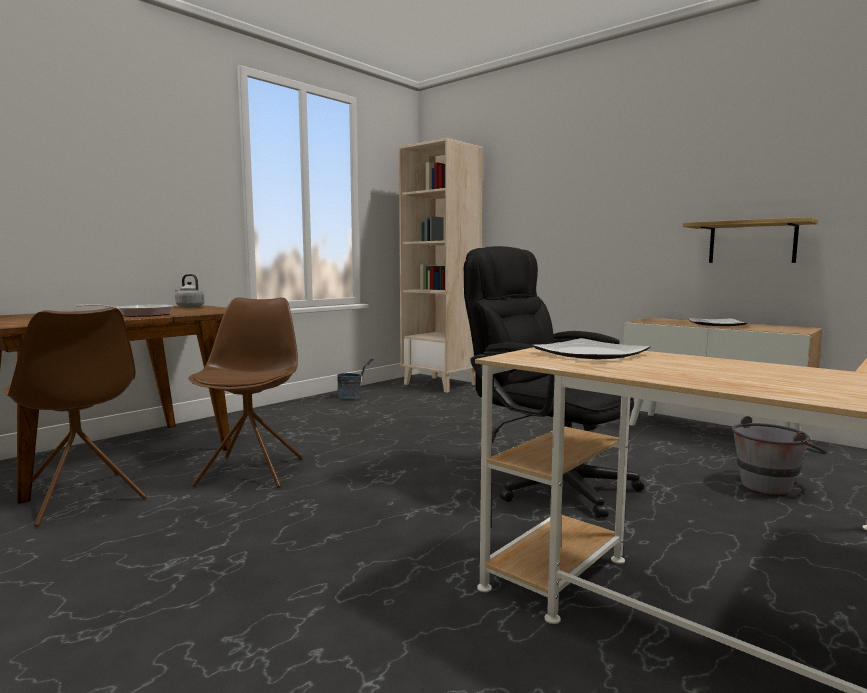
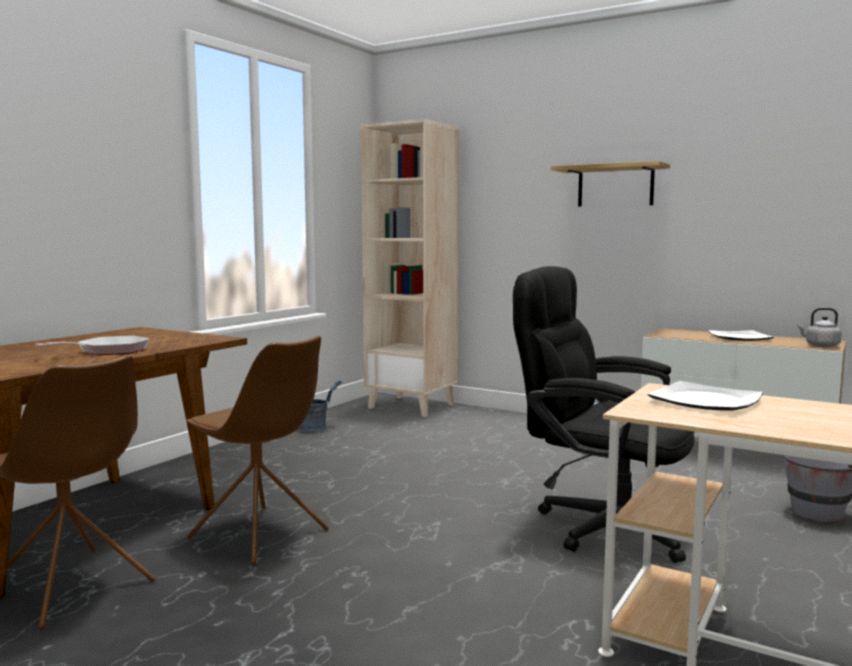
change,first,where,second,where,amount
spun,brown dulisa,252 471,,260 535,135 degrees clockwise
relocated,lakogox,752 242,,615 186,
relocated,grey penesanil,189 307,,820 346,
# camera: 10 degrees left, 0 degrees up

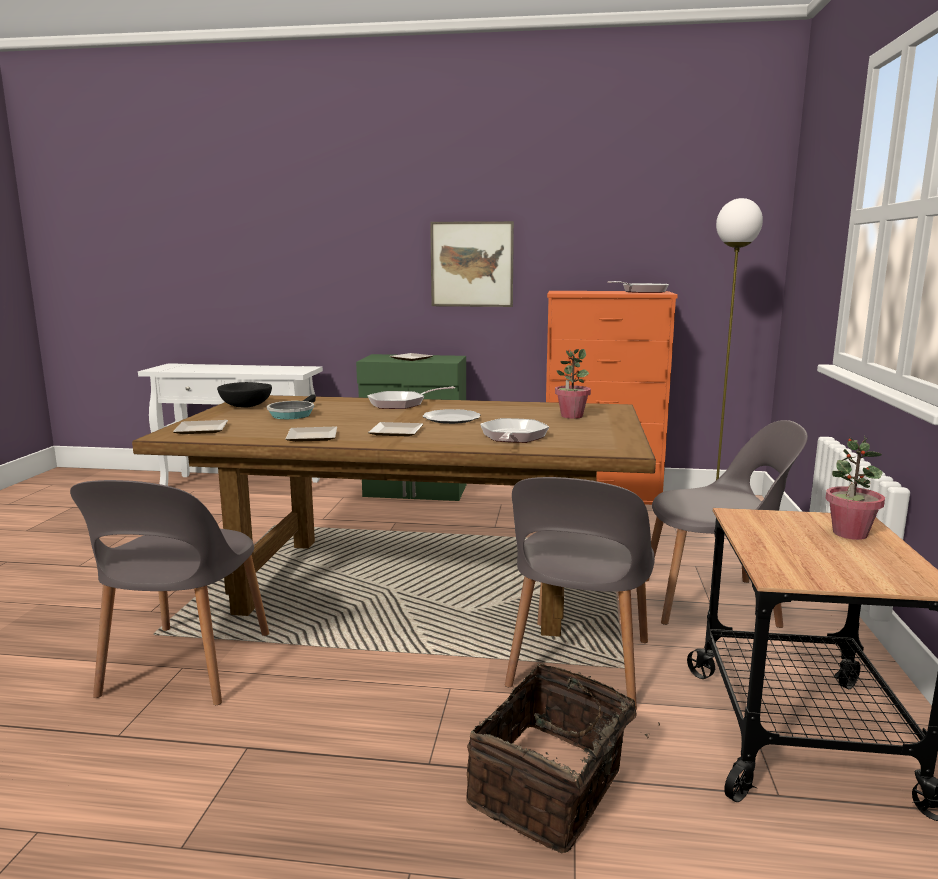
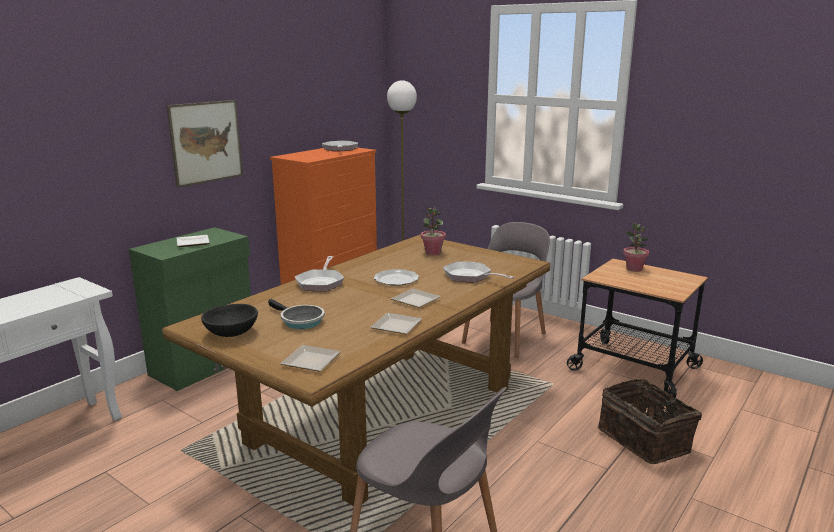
change,first,where,second,where,amount
missing,grey dulisa,579 665,,,
# camera: 60 degrees left, 5 degrees up

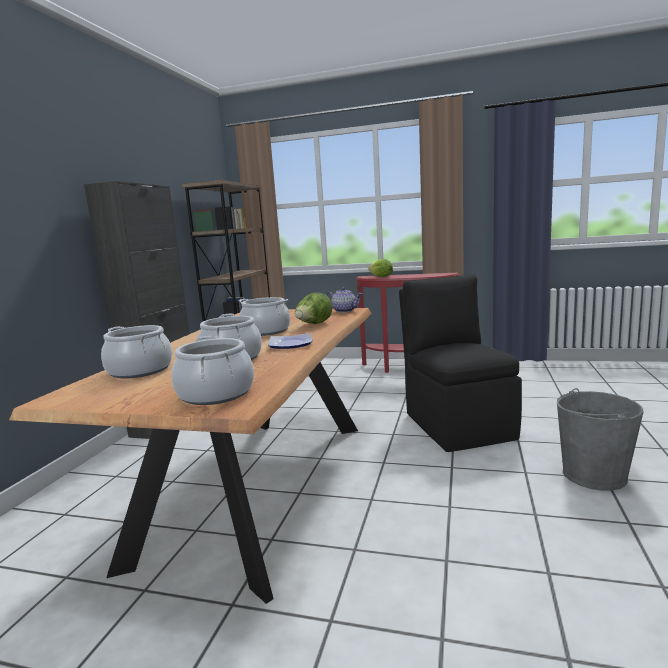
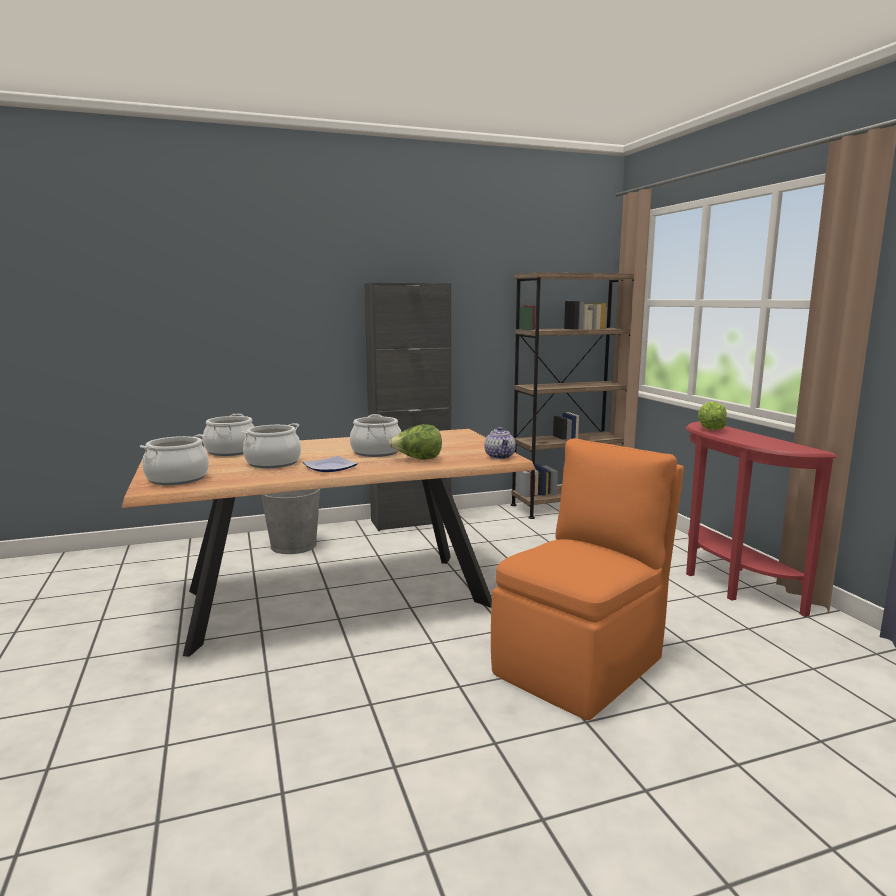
change,first,where,second,where,amount
relocated,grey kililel,593 475,,293 545,
colour,black dulisa,457 424,orange dulisa,582 664,
# camera: 55 degrees right, 0 degrees up

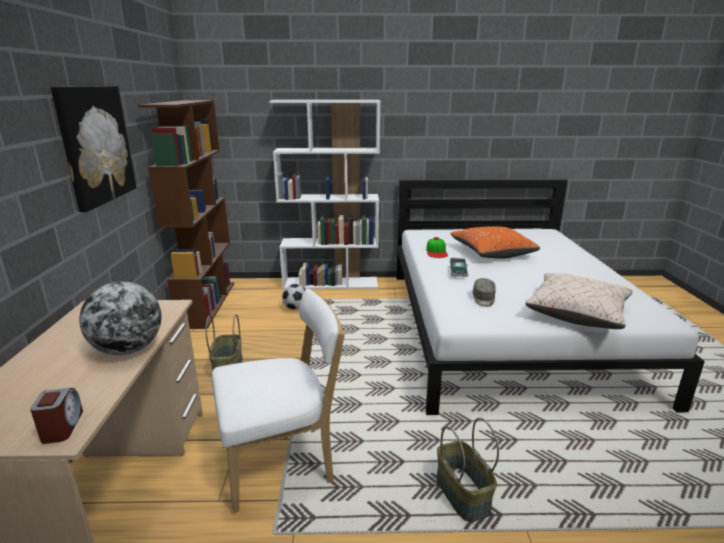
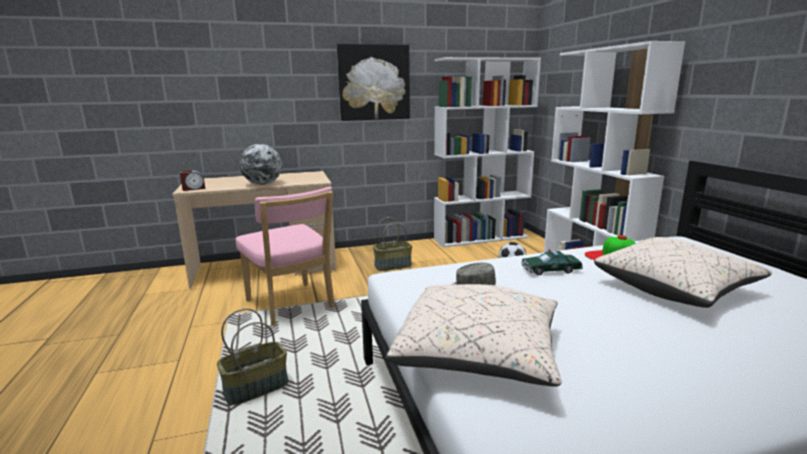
change,first,where,second,where,amount
colour,white dulisa,282 462,pink dulisa,291 305,
colour,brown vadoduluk,207 303,white vadoduluk,481 238,
colour,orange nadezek,491 253,beige nadezek,675 289,
# camera: 75 degrees right, 5 degrees down

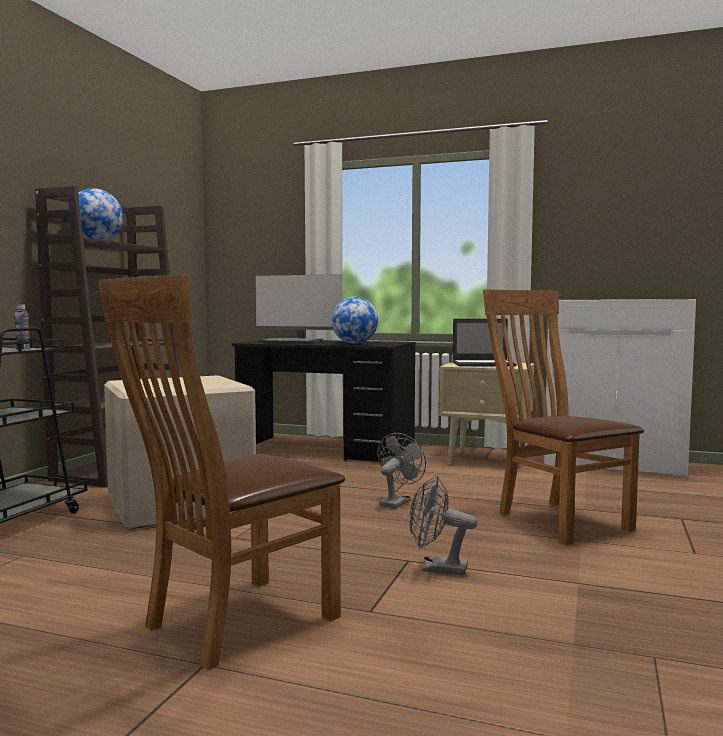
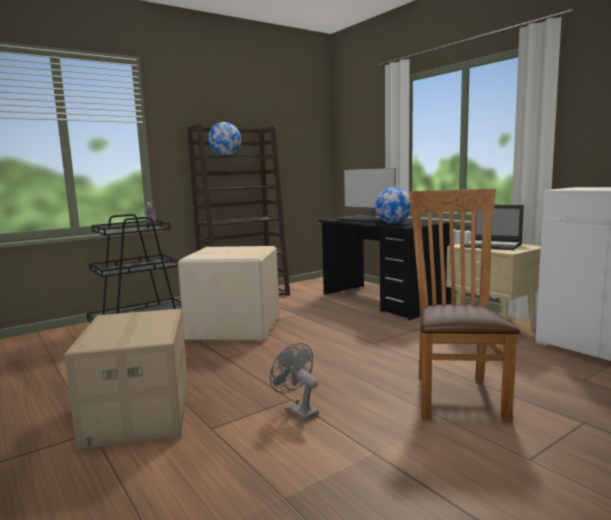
change,first,where,second,where,amount
exchanged,brown dulisa,231 624,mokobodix,138 413,
missing,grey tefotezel,397 502,,,
# camera: 35 degrees right, 5 degrees up

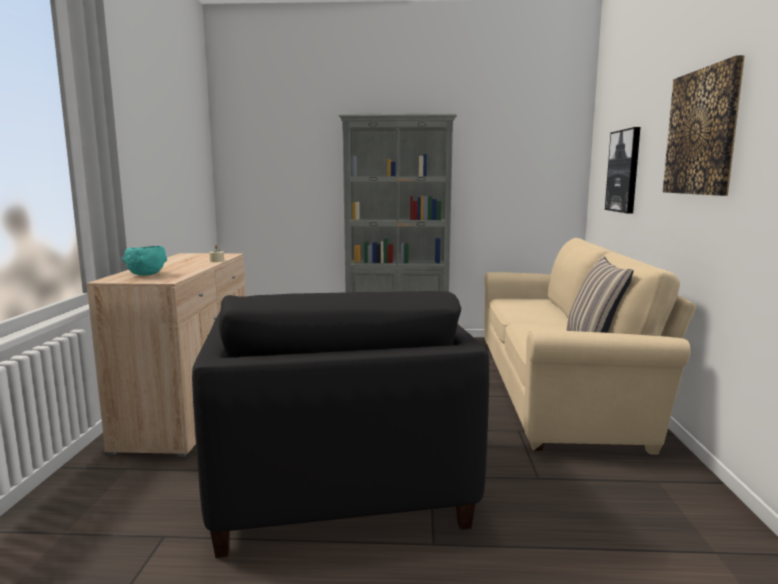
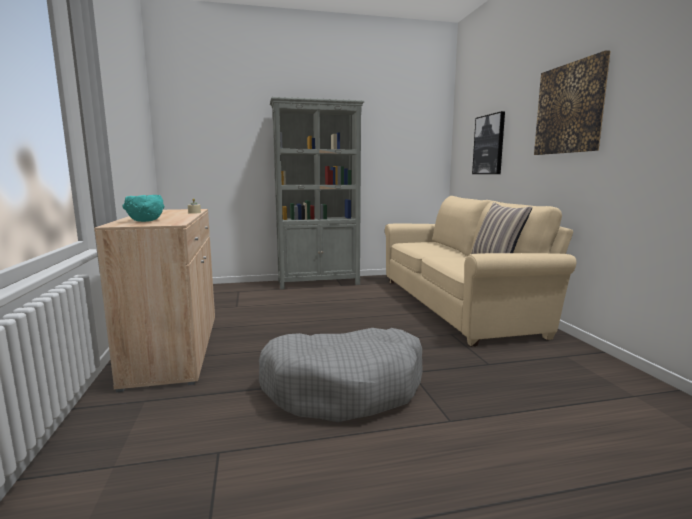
change,first,where,second,where,amount
exchanged,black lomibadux,338 483,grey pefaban,344 387,
# camera: 15 degrees left, 0 degrees up

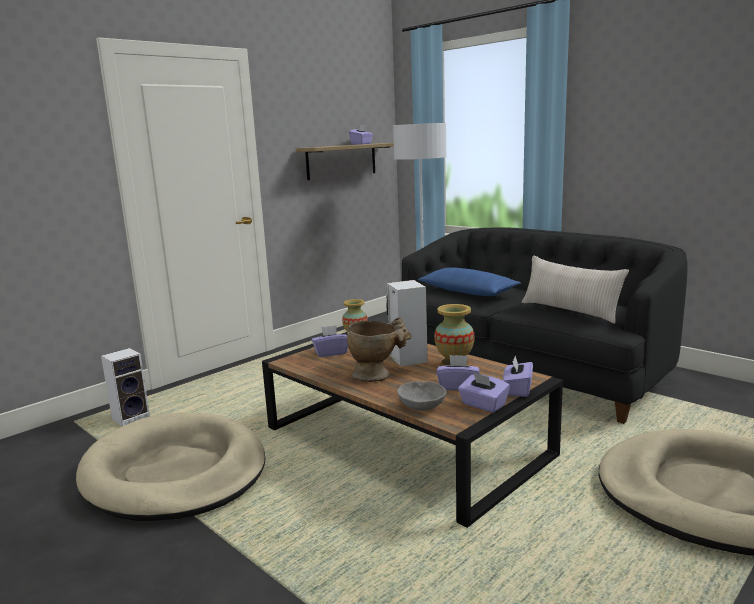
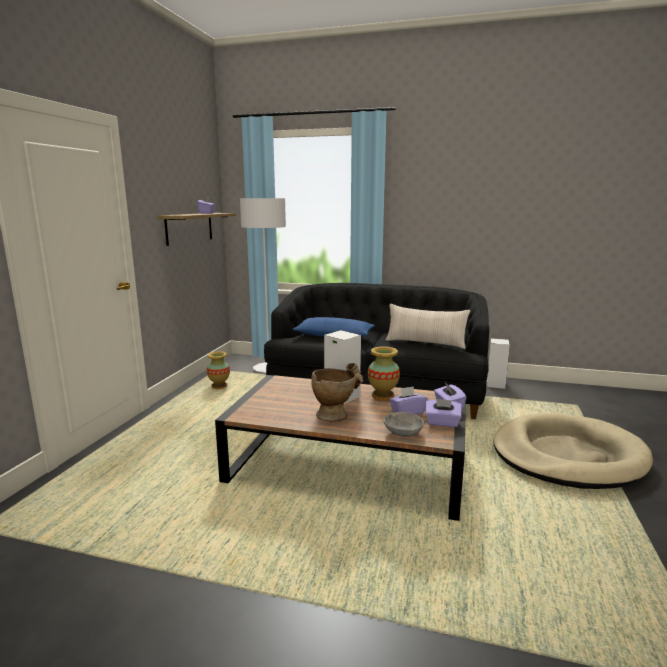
change,first,where,second,where,amount
relocated,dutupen,132 418,,495 384,
missing,beige pefaban,175 472,,,
missing,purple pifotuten,331 353,,,
# camera: 30 degrees left, 0 degrees up

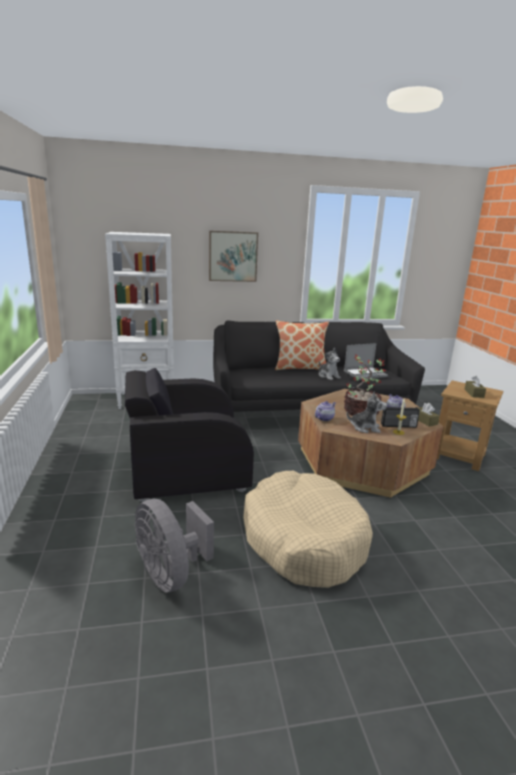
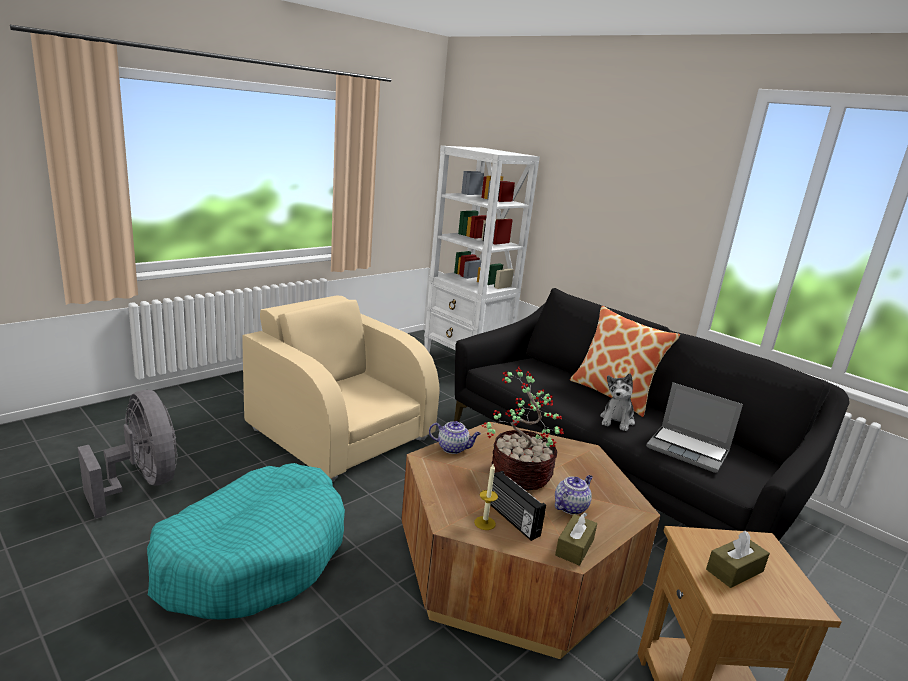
change,first,where,second,where,amount
spun,grey tefotezel,171 574,,142 484,120 degrees clockwise
colour,beige pefaban,303 539,turquoise pefaban,253 556,
colour,black lomibadux,186 469,beige lomibadux,340 433,
missing,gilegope,233 256,,,
missing,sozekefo,365 428,,,
# camera: 55 degrees right, 0 degrees up

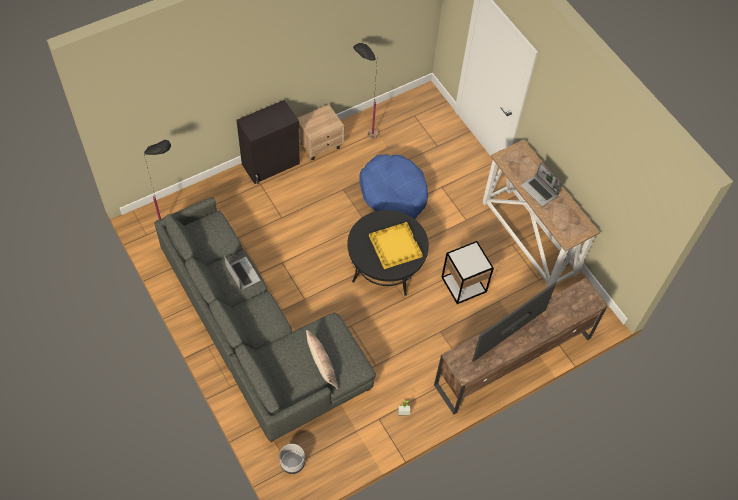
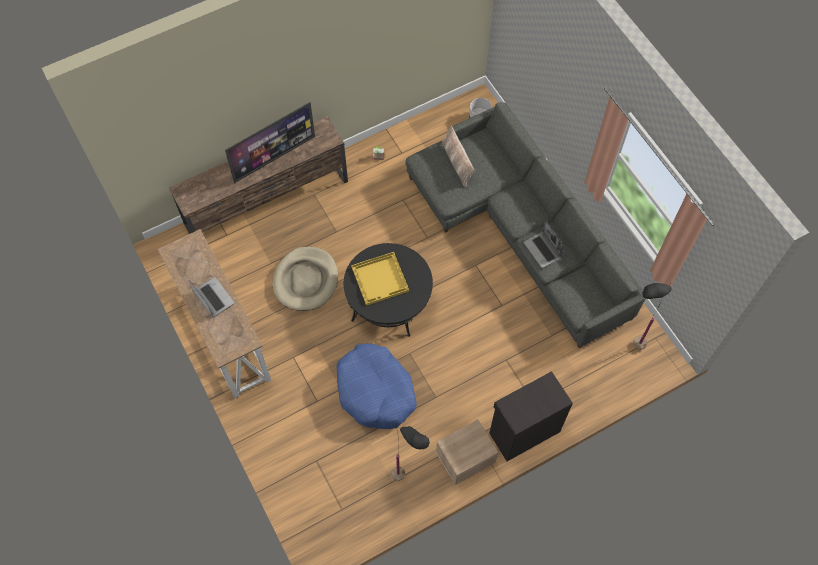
change,first,where,second,where,amount
exchanged,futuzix,463 284,beige pefaban,306 280,
# camera: 175 degrees left, 5 degrees up

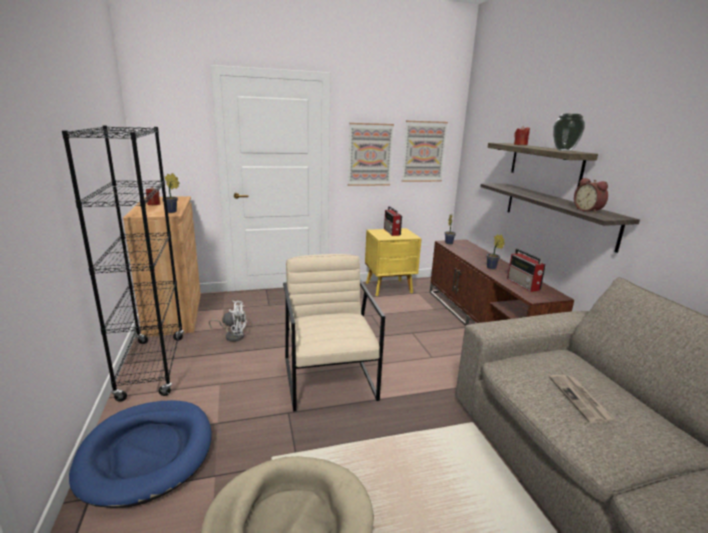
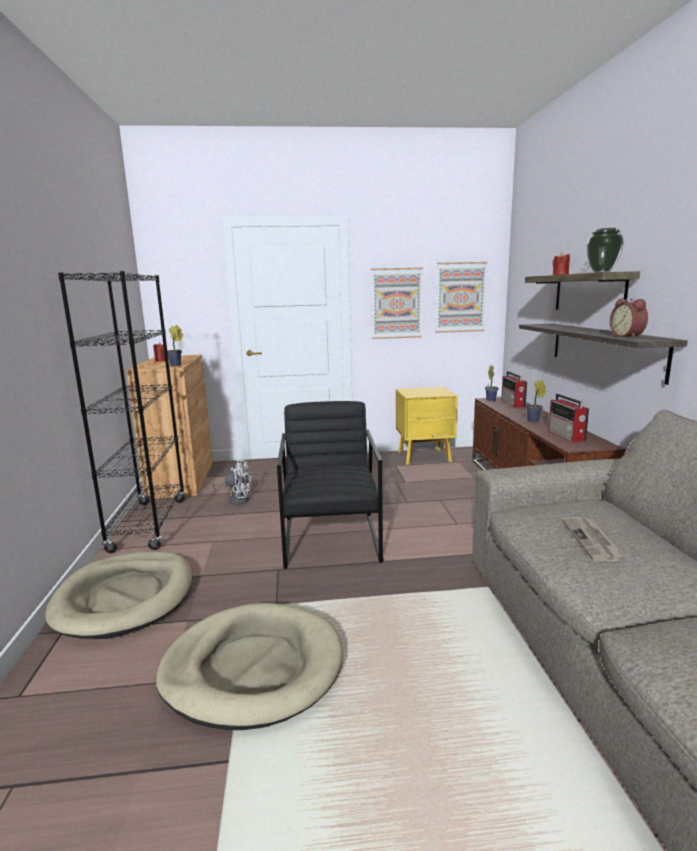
change,first,where,second,where,amount
colour,blue pefaban,147 453,beige pefaban,125 597,
colour,beige lomibadux,329 378,black lomibadux,331 540,
relocated,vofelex,392 232,,513 404,
# camera: 10 degrees right, 5 degrees down

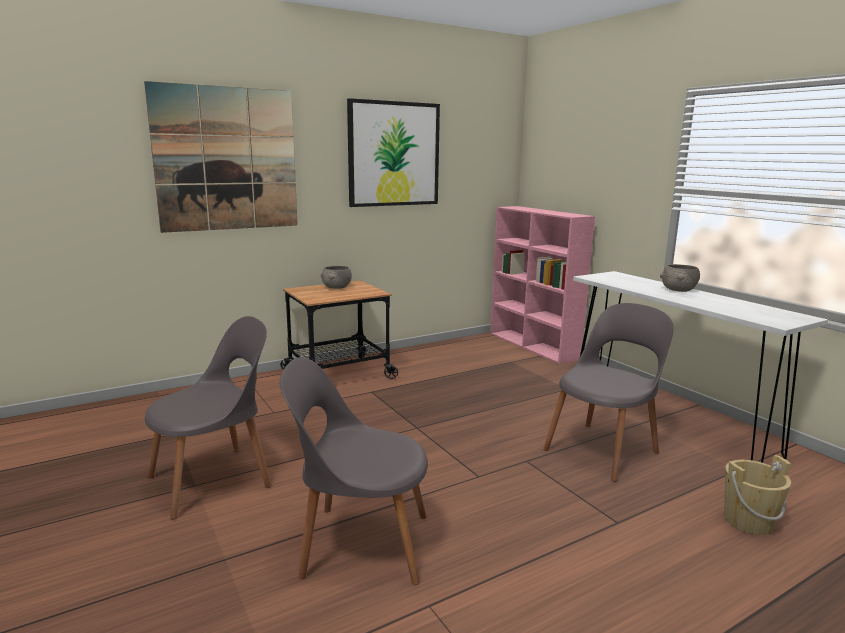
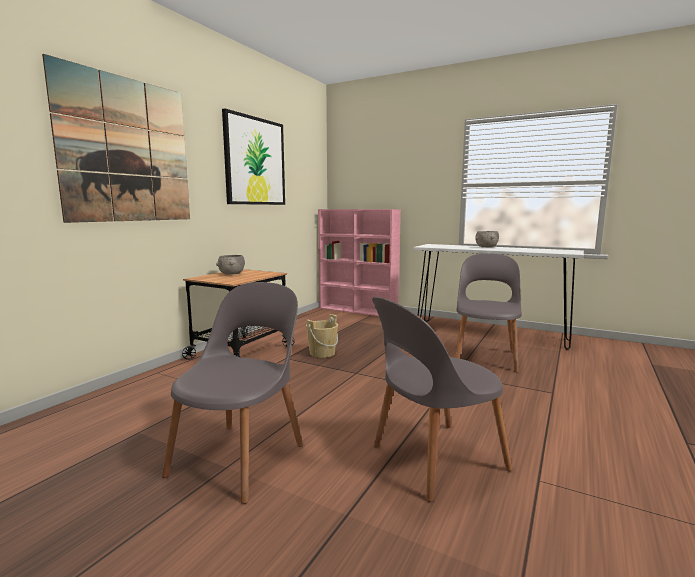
change,first,where,second,where,amount
relocated,beige kililel,748 521,,322 353,
# camera: 30 degrees left, 5 degrees down

